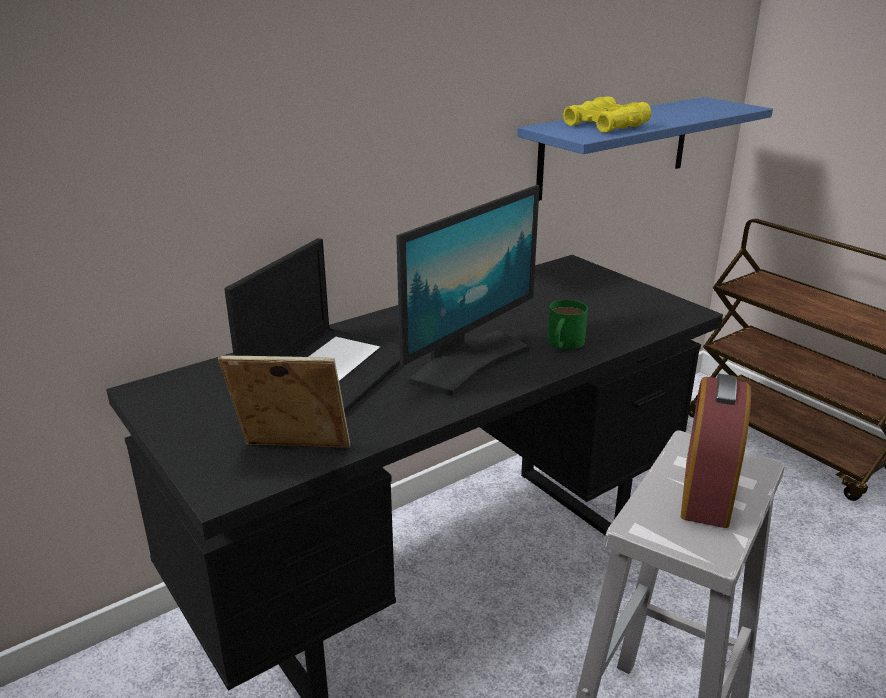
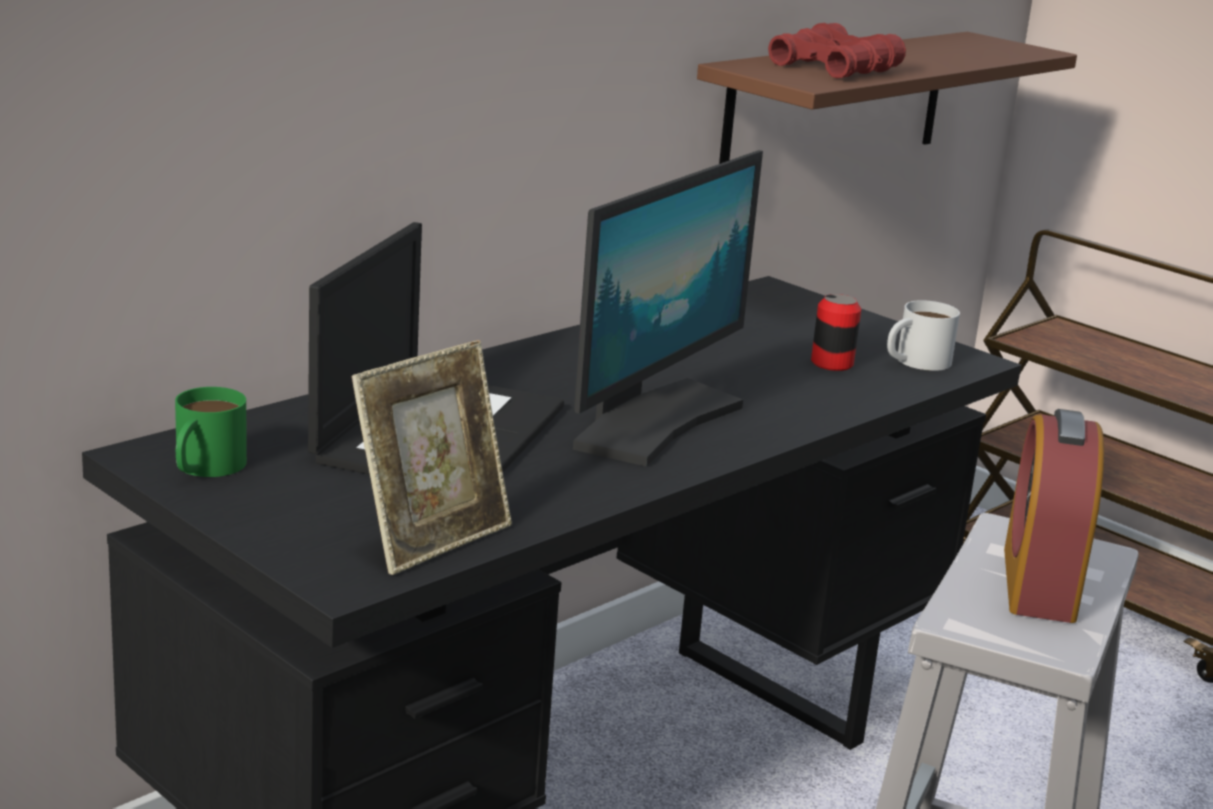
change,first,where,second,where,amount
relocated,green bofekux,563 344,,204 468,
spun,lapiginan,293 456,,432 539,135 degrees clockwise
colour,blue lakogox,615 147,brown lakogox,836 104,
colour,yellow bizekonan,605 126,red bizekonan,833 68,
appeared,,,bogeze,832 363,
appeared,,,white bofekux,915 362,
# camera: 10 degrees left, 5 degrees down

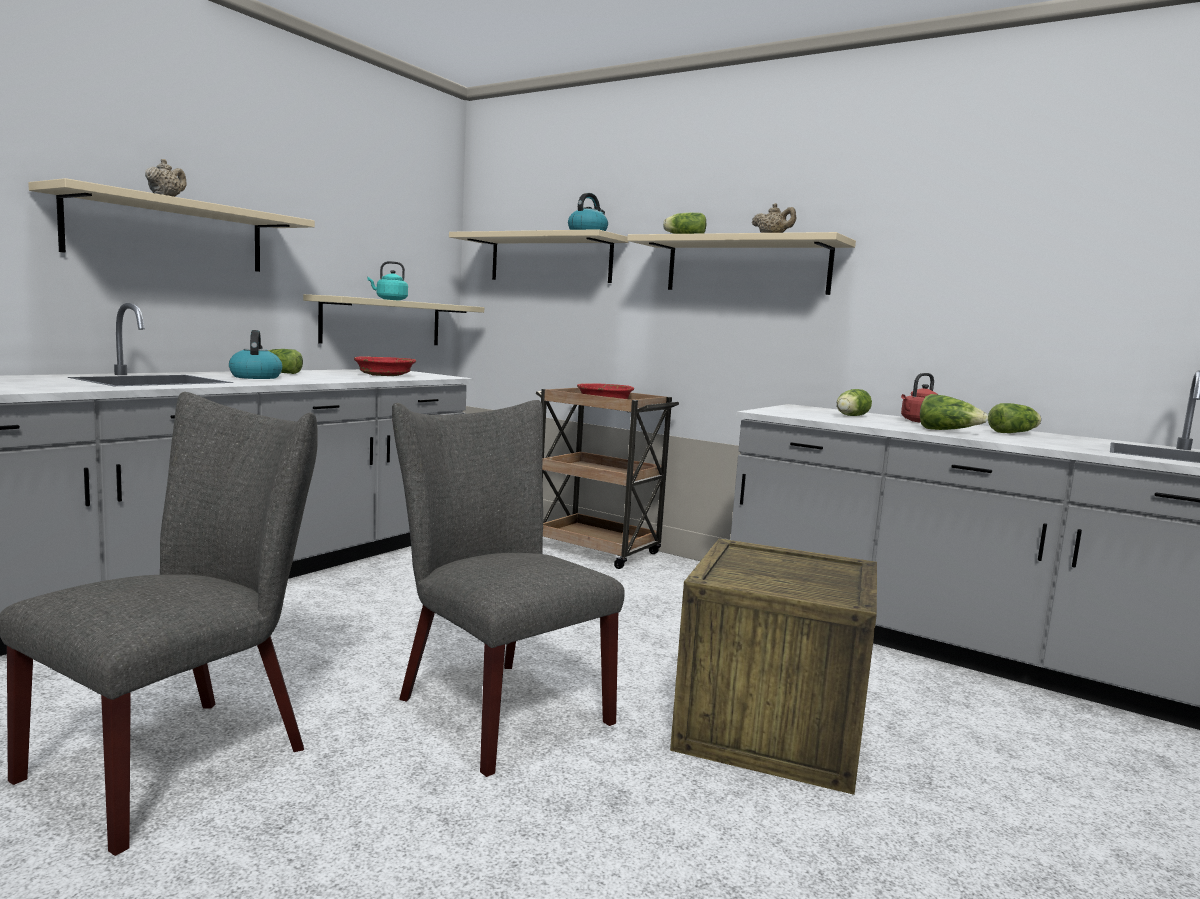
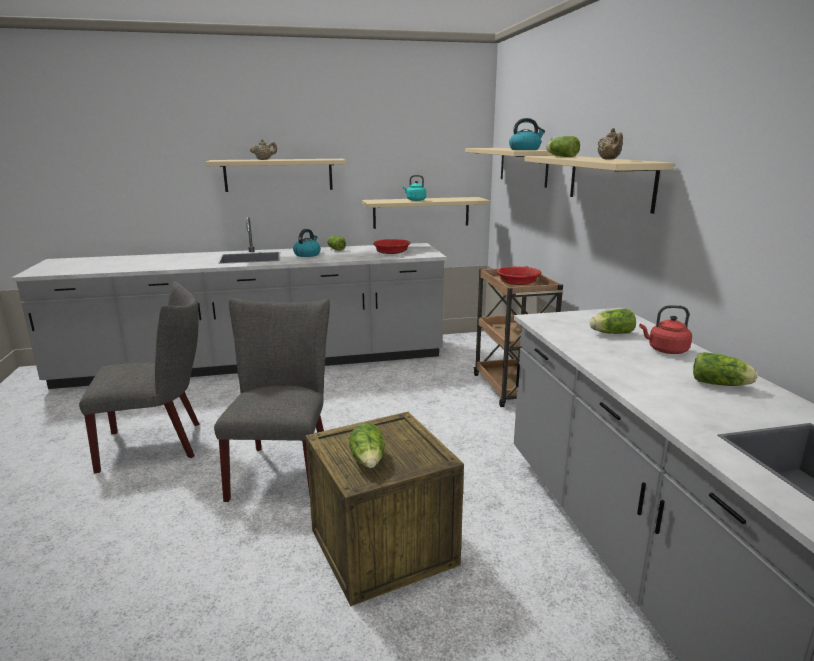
change,first,where,second,where,amount
relocated,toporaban,947 431,,368 461,
# camera: 45 degrees right, 10 degrees up

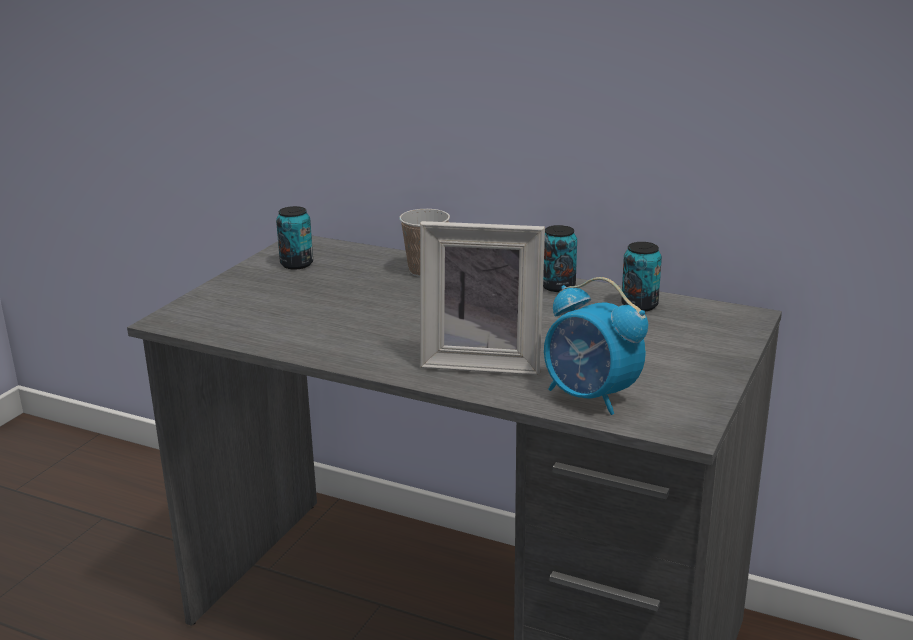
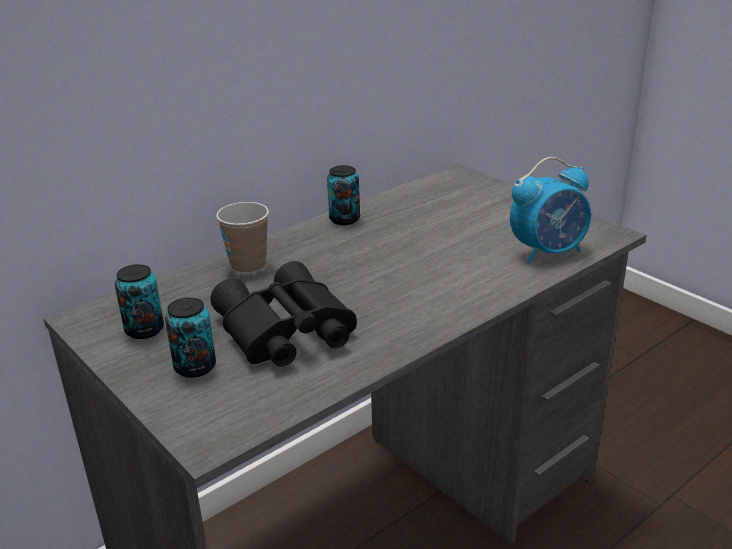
change,first,where,second,where,amount
relocated,bogeze,639 305,,195 367,
appeared,,,black bizekonan,283 332,
missing,lapiginan,482 360,,,
# camera: 65 degrees left, 5 degrees up

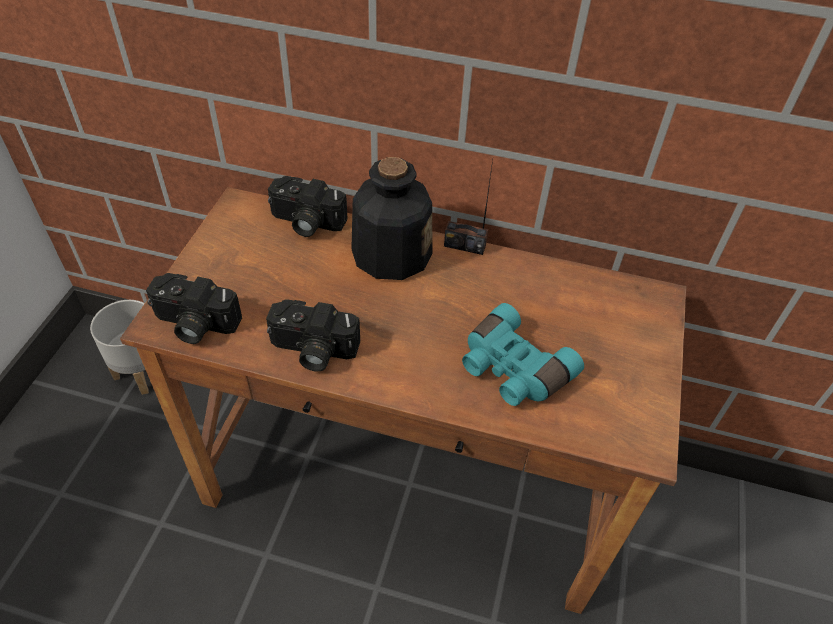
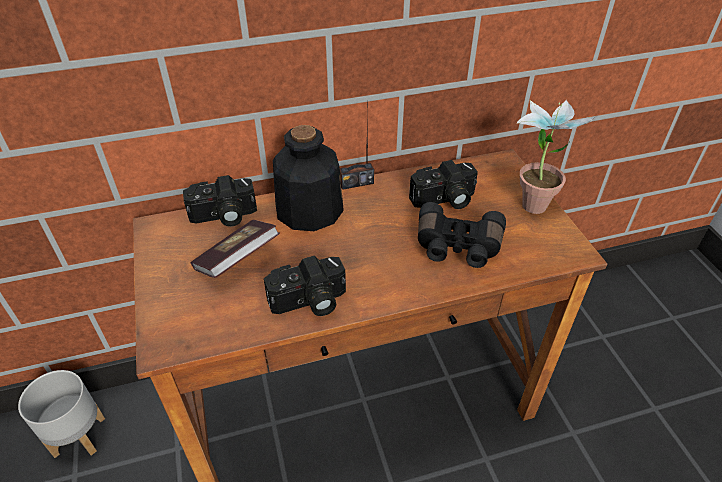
change,first,where,second,where,amount
appeared,,,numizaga,237 260,
relocated,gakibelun,193 324,,444 200,
colour,turquoise bizekonan,512 370,black bizekonan,457 247,
appeared,,,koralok,534 200,
# camera: 30 degrees left, 5 degrees down

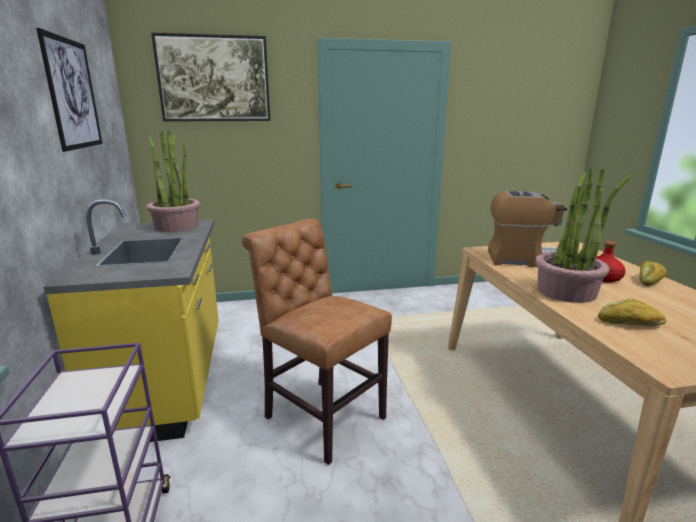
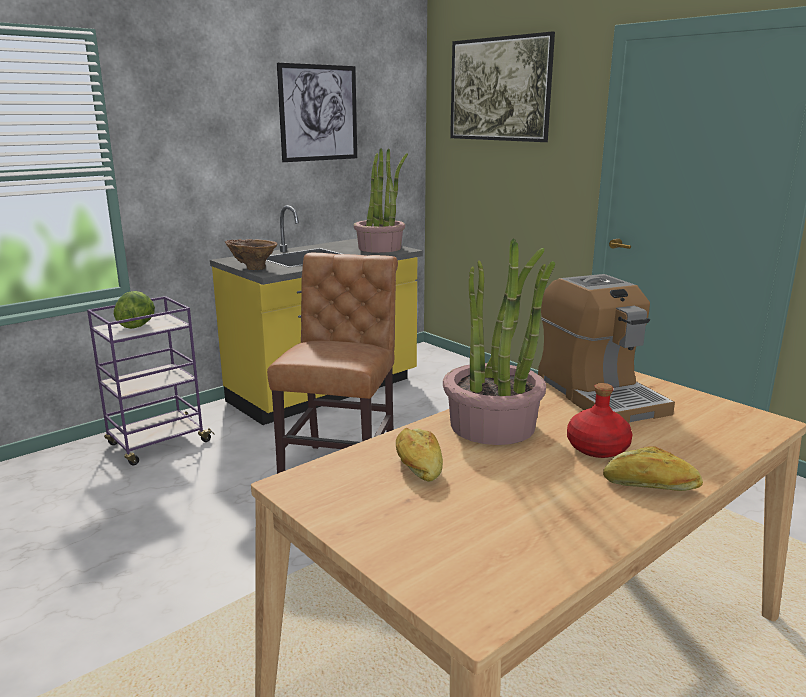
change,first,where,second,where,amount
appeared,,,toporaban,137 326,
appeared,,,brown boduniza,252 268,
# camera: 60 degrees right, 0 degrees up

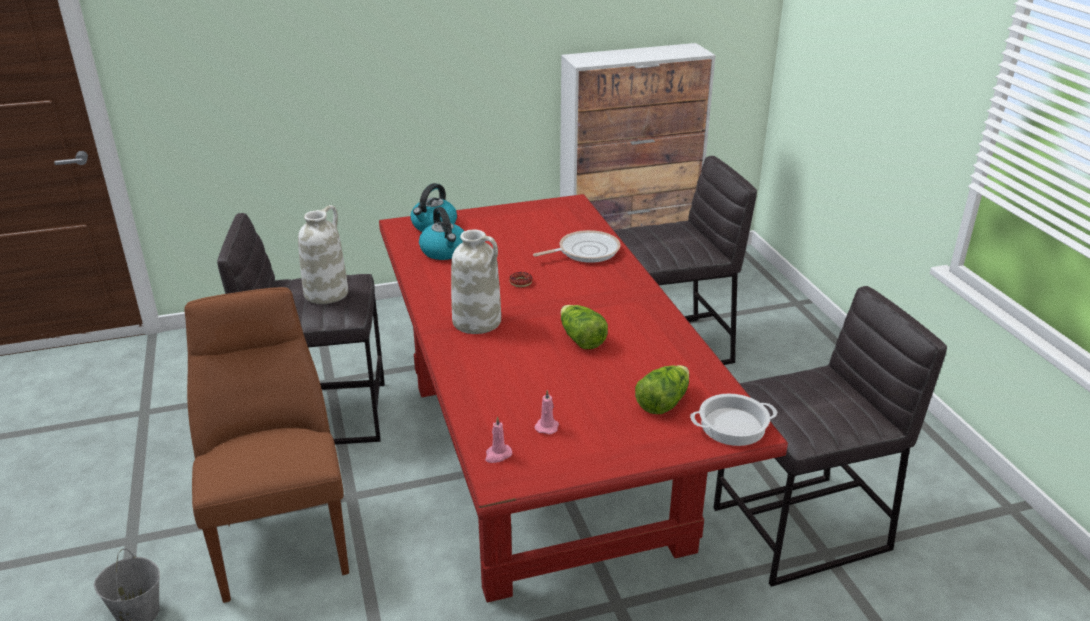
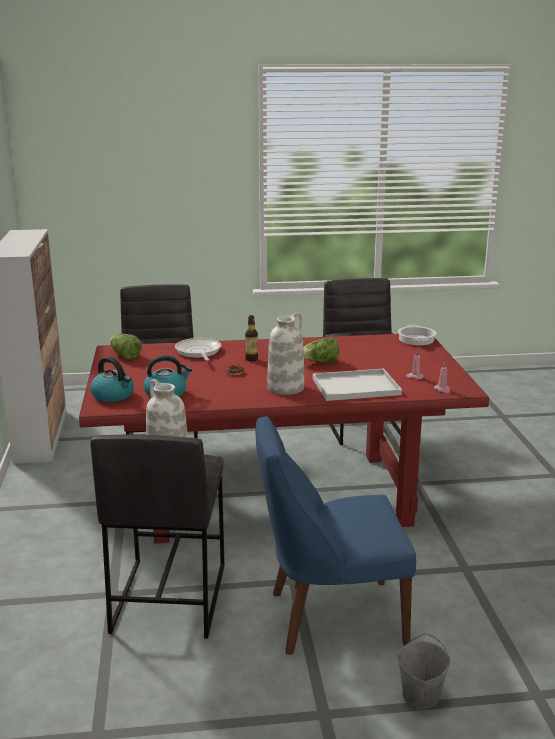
change,first,where,second,where,amount
relocated,toporaban,662 402,,125 355,
appeared,,,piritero,251 359,
colour,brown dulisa,281 532,blue dulisa,330 617,
appeared,,,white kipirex,354 387,
# camera: 80 degrees left, 10 degrees down

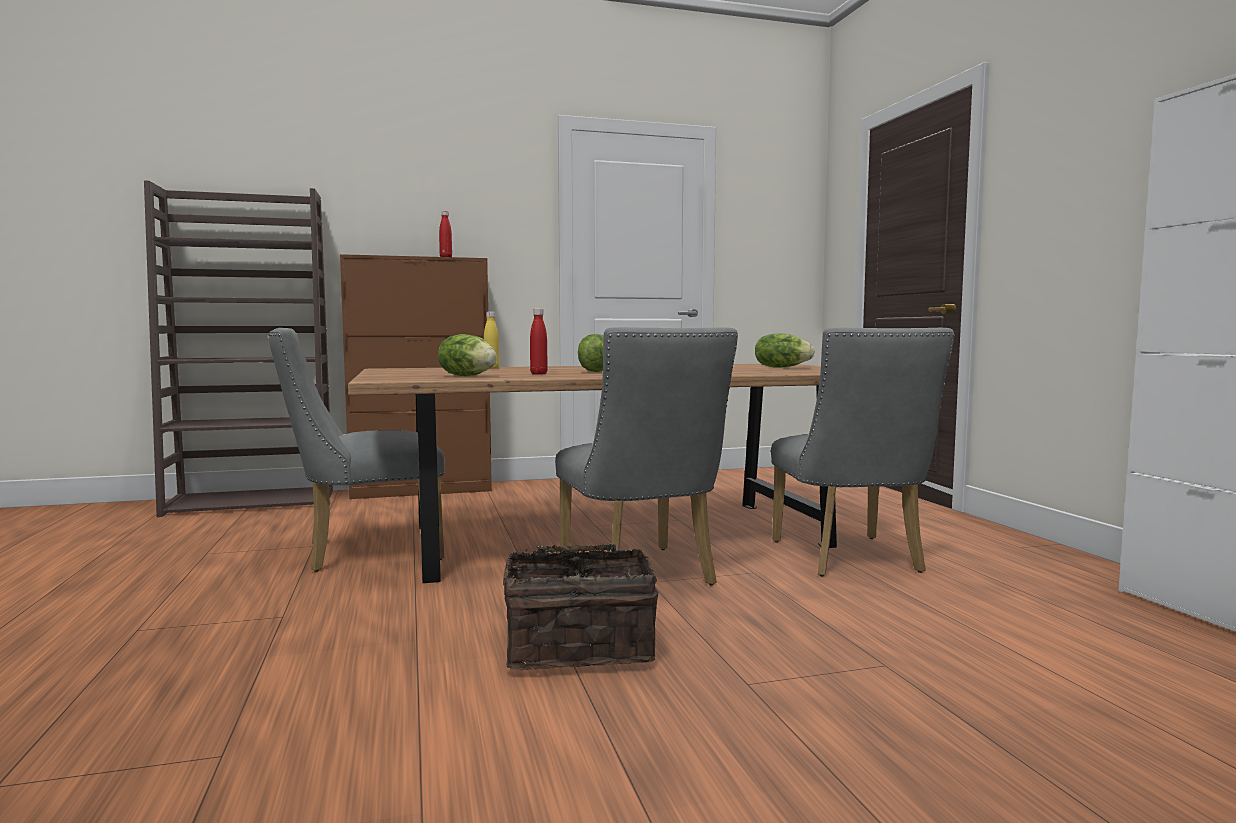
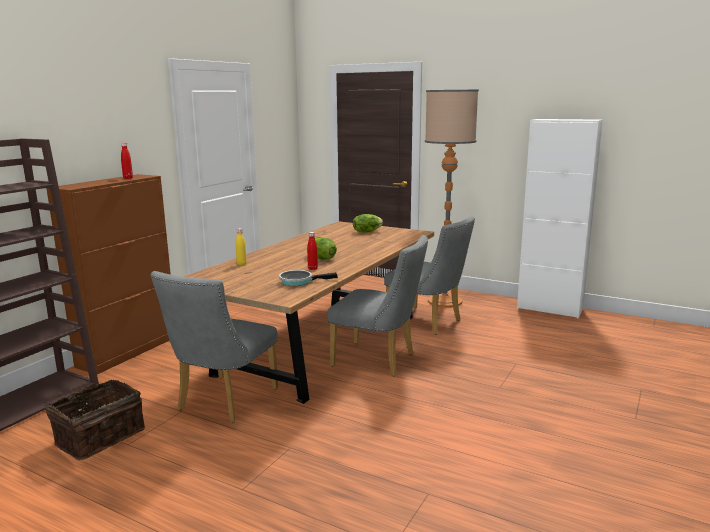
change,first,where,second,where,amount
relocated,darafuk,578 647,,99 437,
exchanged,toporaban,468 376,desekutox,299 281,
appeared,,,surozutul,445 301,
# camera: 45 degrees left, 10 degrees up

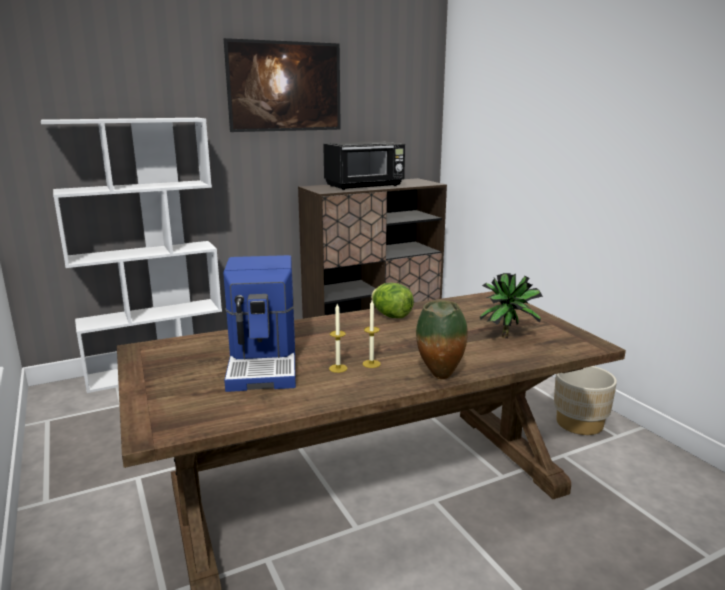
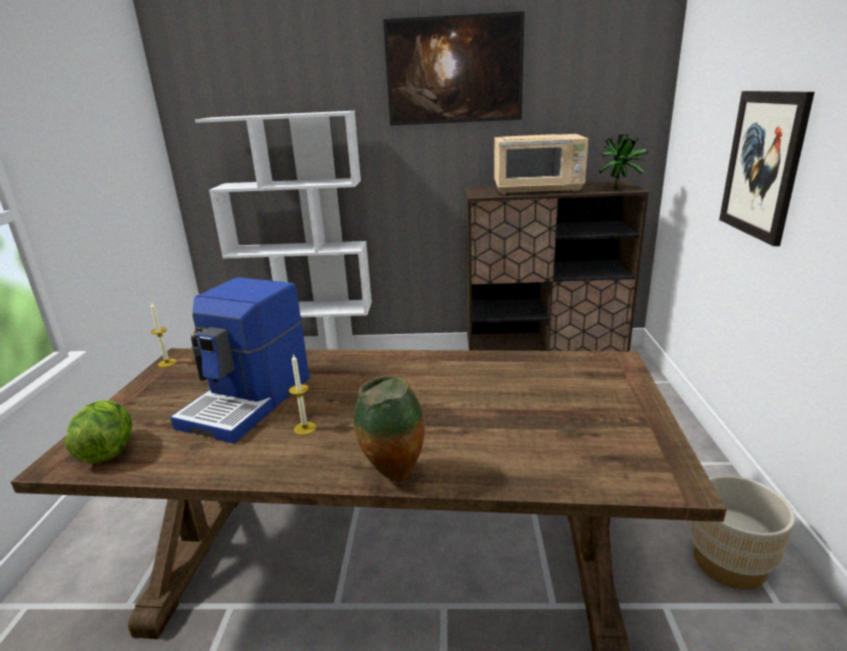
change,first,where,second,where,amount
relocated,toporaban,391 316,,108 451,
relocated,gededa,371 364,,167 363,
colour,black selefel,365 186,beige selefel,538 190,
relocated,koralok,507 336,,619 189,
appeared,,,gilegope,763 165,
# camera: 30 degrees right, 5 degrees up

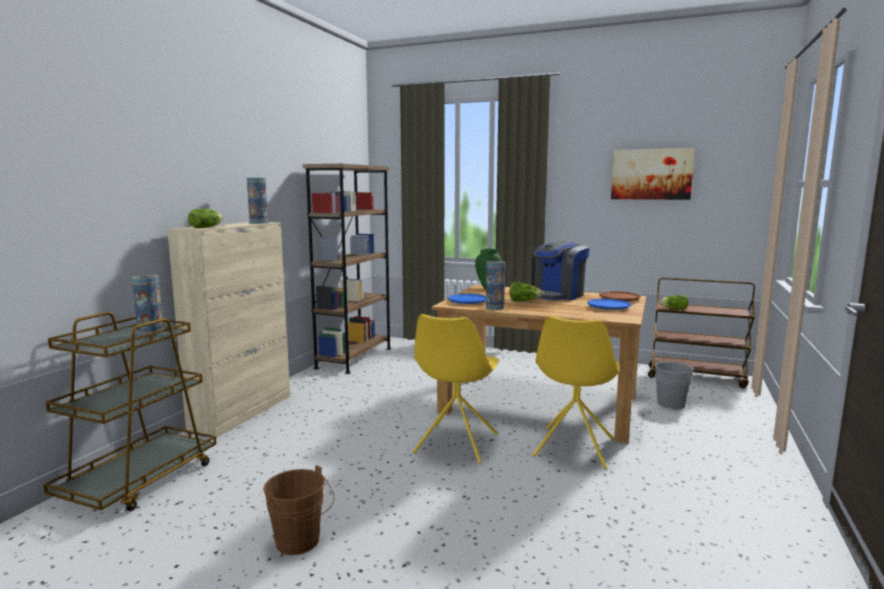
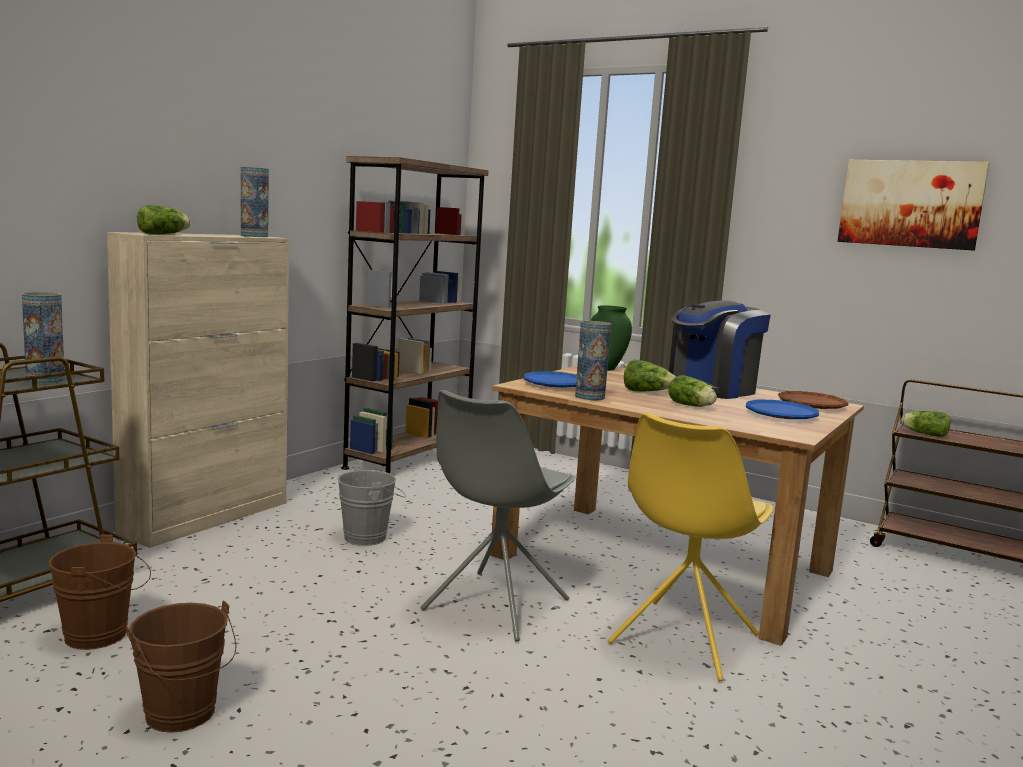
change,first,where,second,where,amount
appeared,,,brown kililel,103 635,
relocated,grey kililel,672 403,,370 537,
colour,yellow dulisa,455 444,grey dulisa,494 606,
appeared,,,toporaban,692 406,
# camera: 10 degrees right, 0 degrees up

